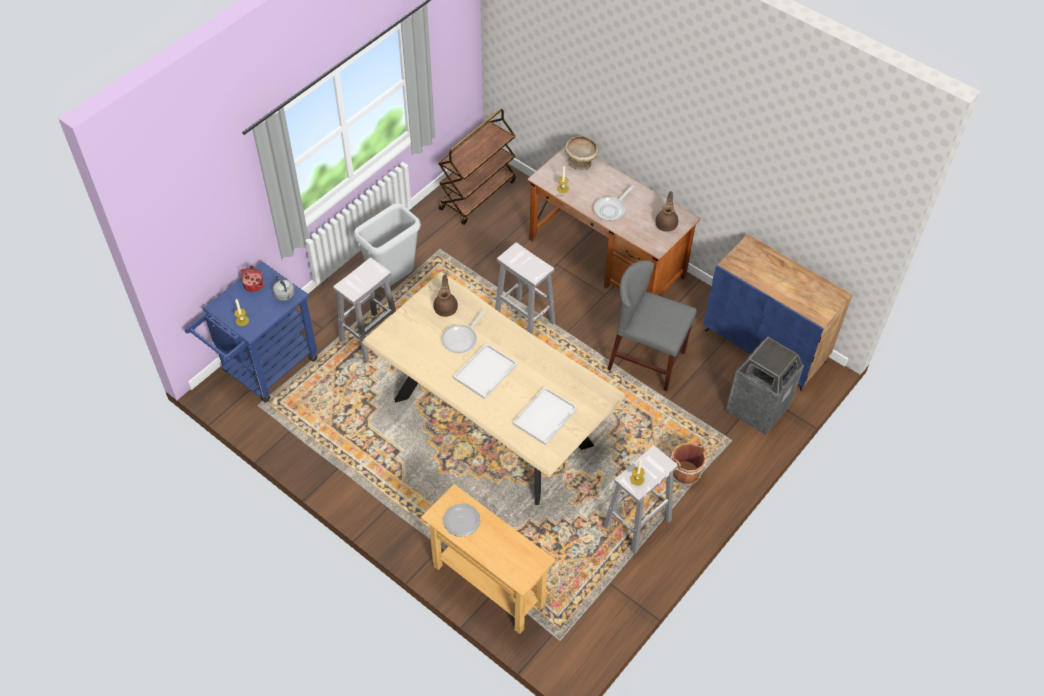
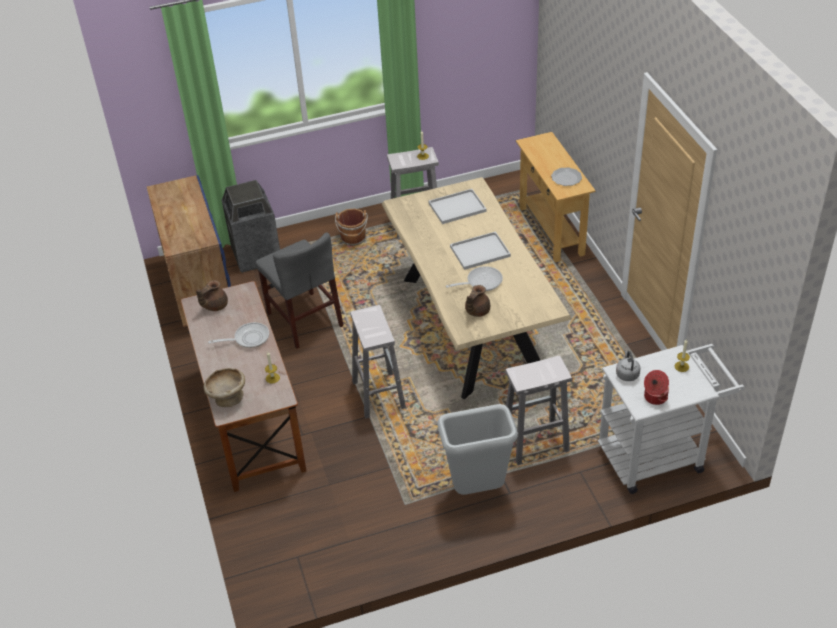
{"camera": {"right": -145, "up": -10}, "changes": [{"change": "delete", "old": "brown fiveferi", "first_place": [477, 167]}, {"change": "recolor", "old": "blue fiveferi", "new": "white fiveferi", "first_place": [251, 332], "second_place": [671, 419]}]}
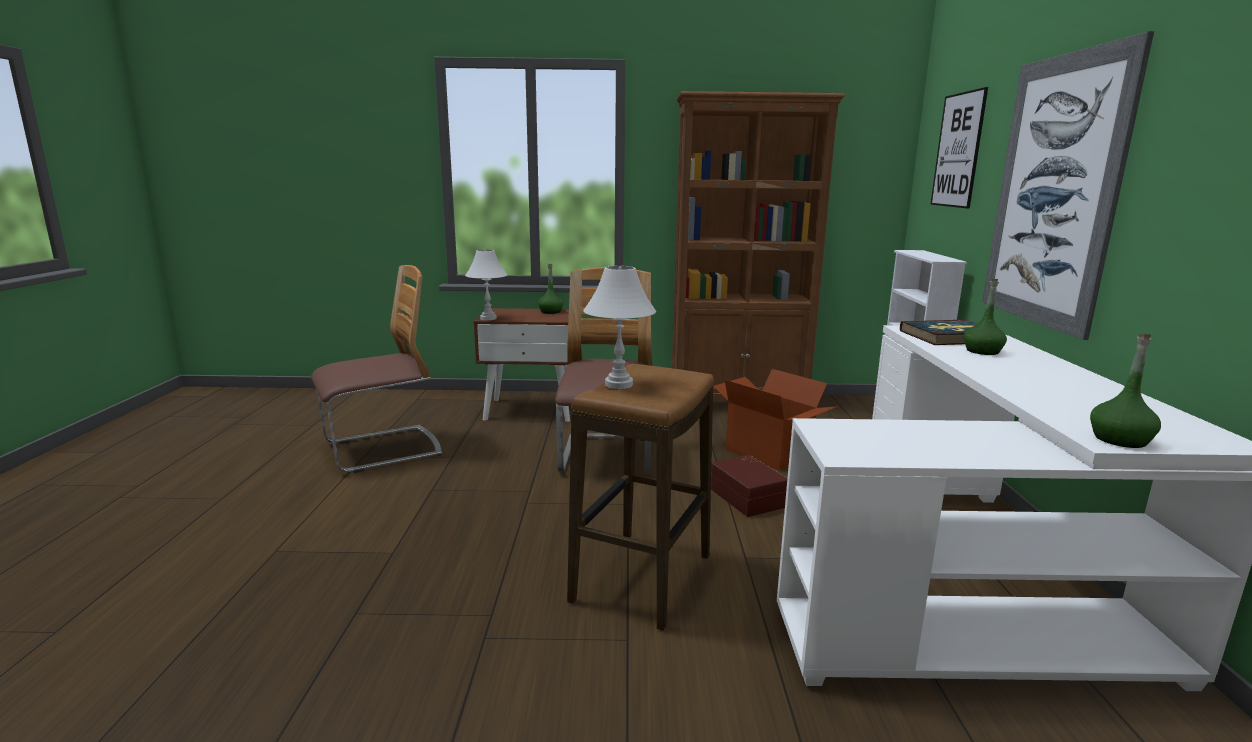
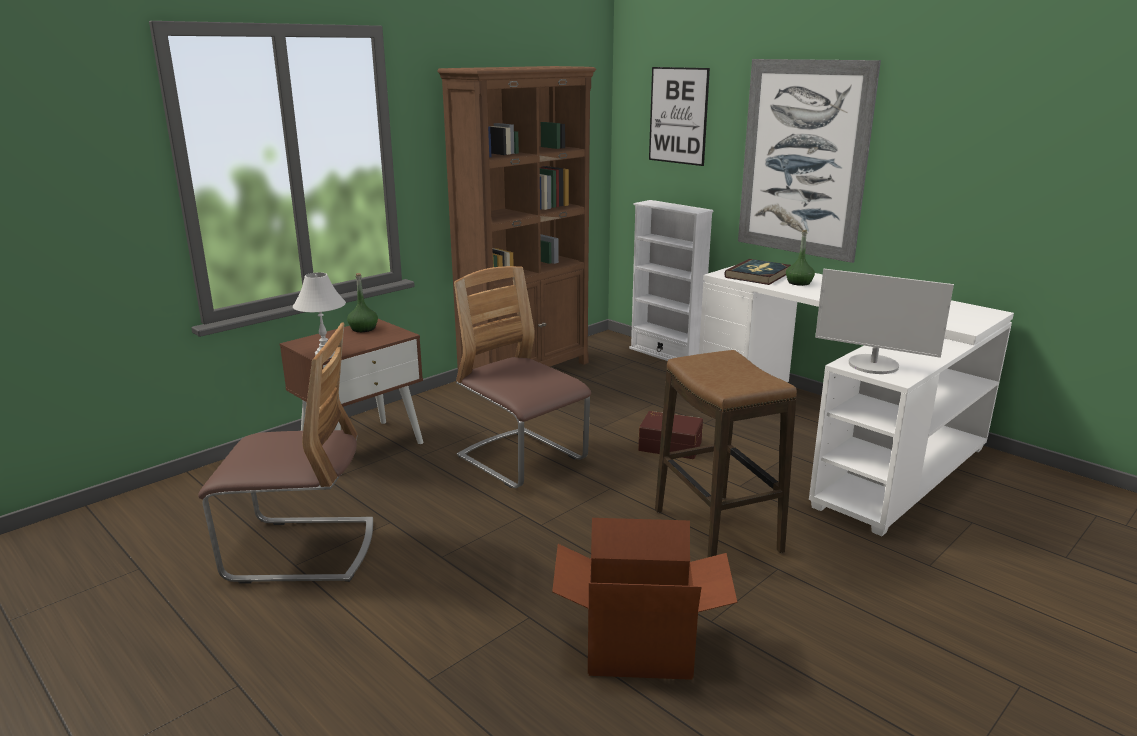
{"camera": {"right": -45, "up": 5}, "changes": [{"change": "rotate", "old": "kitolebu", "first_place": [376, 369], "second_place": [285, 453], "degrees": 75}, {"change": "delete", "old": "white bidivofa", "first_place": [619, 327]}, {"change": "delete", "old": "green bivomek", "first_place": [1125, 391]}, {"change": "move", "old": "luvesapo", "first_place": [775, 420], "second_place": [645, 599]}, {"change": "insert", "new": "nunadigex", "second_place": [884, 321]}]}
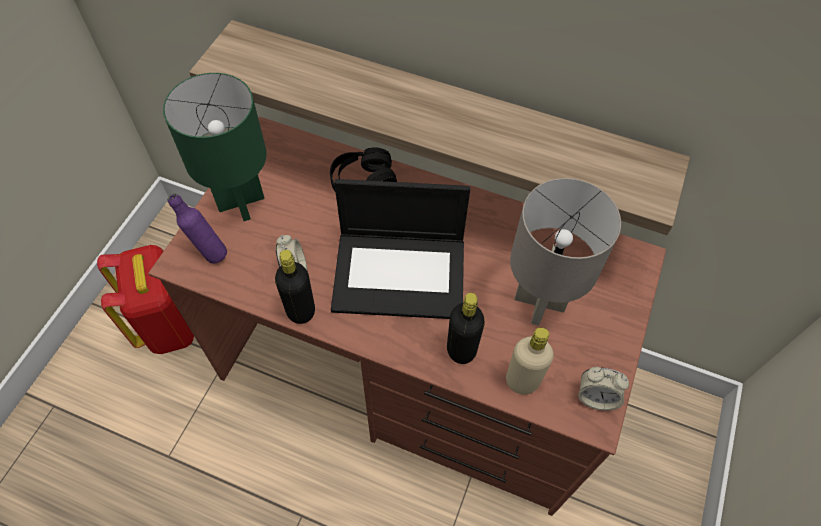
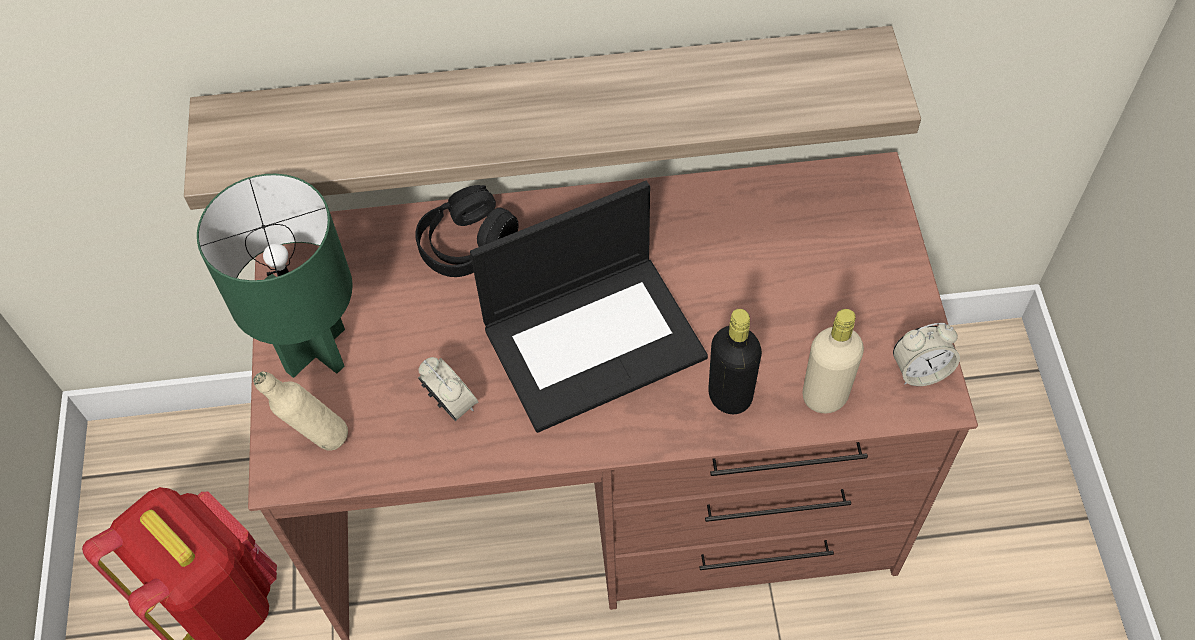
{"camera": {"right": -25, "up": 0}, "changes": [{"change": "delete", "old": "grey bidivofa", "first_place": [565, 252]}, {"change": "recolor", "old": "purple bivomek", "new": "beige bivomek", "first_place": [197, 229], "second_place": [300, 411]}, {"change": "delete", "old": "black bivomek", "first_place": [295, 287]}]}
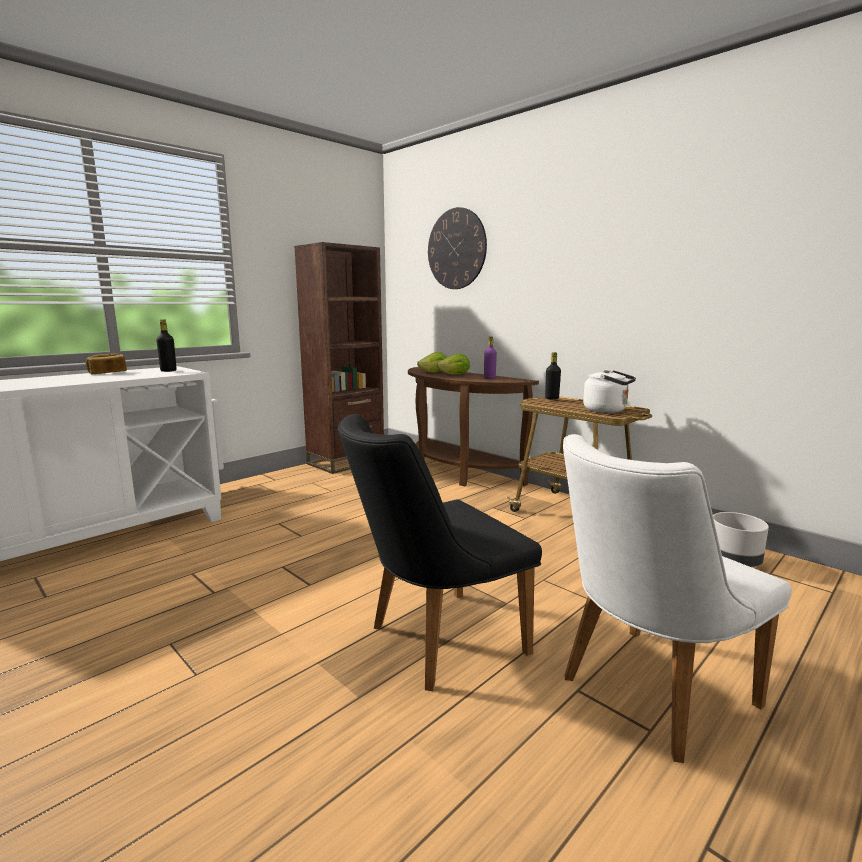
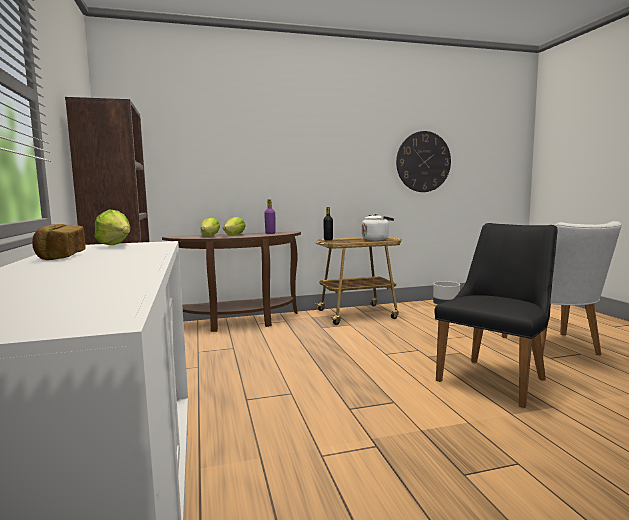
{"camera": {"right": -60, "up": -5}, "changes": [{"change": "move", "old": "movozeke", "first_place": [457, 248], "second_place": [423, 161]}, {"change": "replace", "old": "black bivomek", "new": "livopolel", "first_place": [166, 345], "second_place": [112, 227]}, {"change": "rotate", "old": "black kitolebu", "first_place": [440, 552], "second_place": [495, 315], "degrees": -135}]}
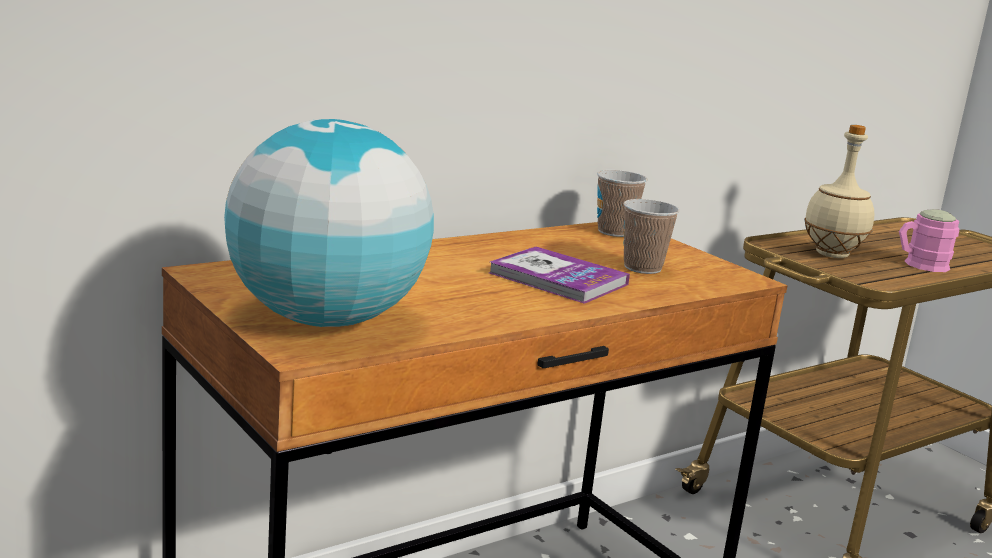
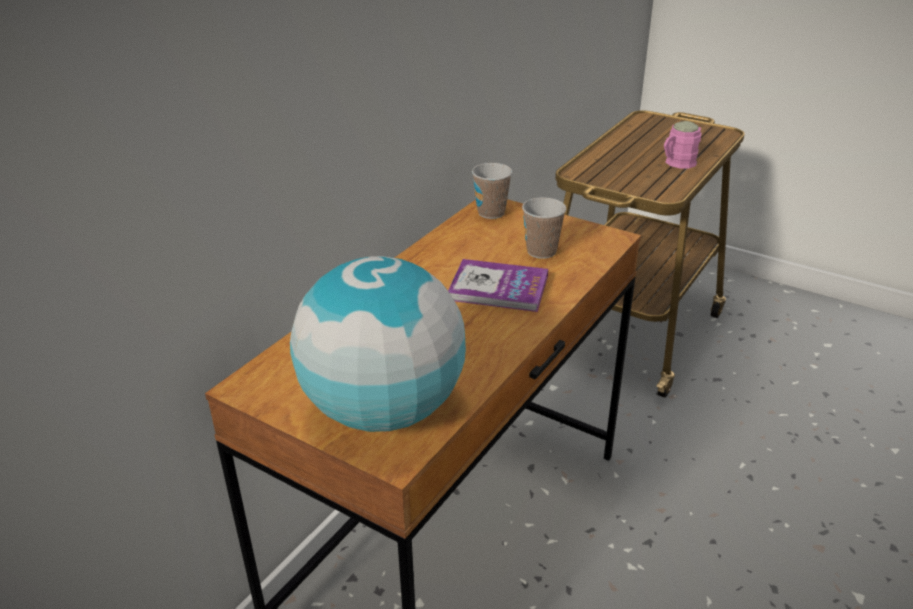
{"camera": {"right": -20, "up": 15}, "changes": [{"change": "delete", "old": "beige bivomek", "first_place": [839, 191]}]}
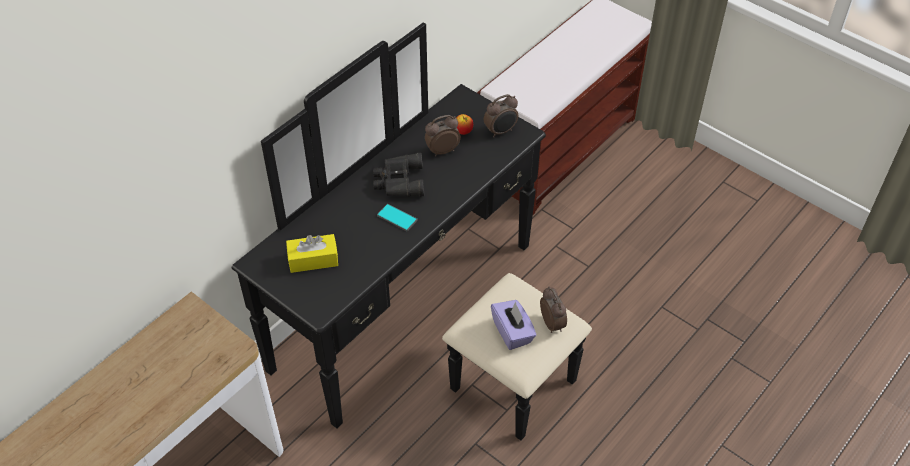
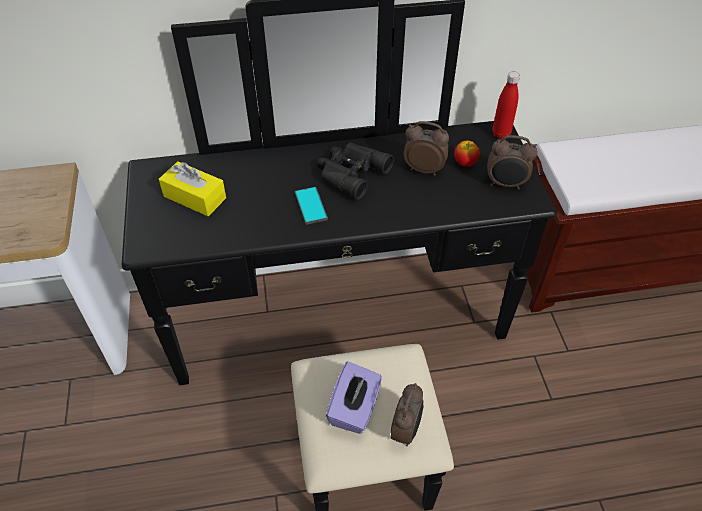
{"camera": {"right": 40, "up": 0}, "changes": [{"change": "insert", "new": "red bivomek", "second_place": [506, 105]}]}
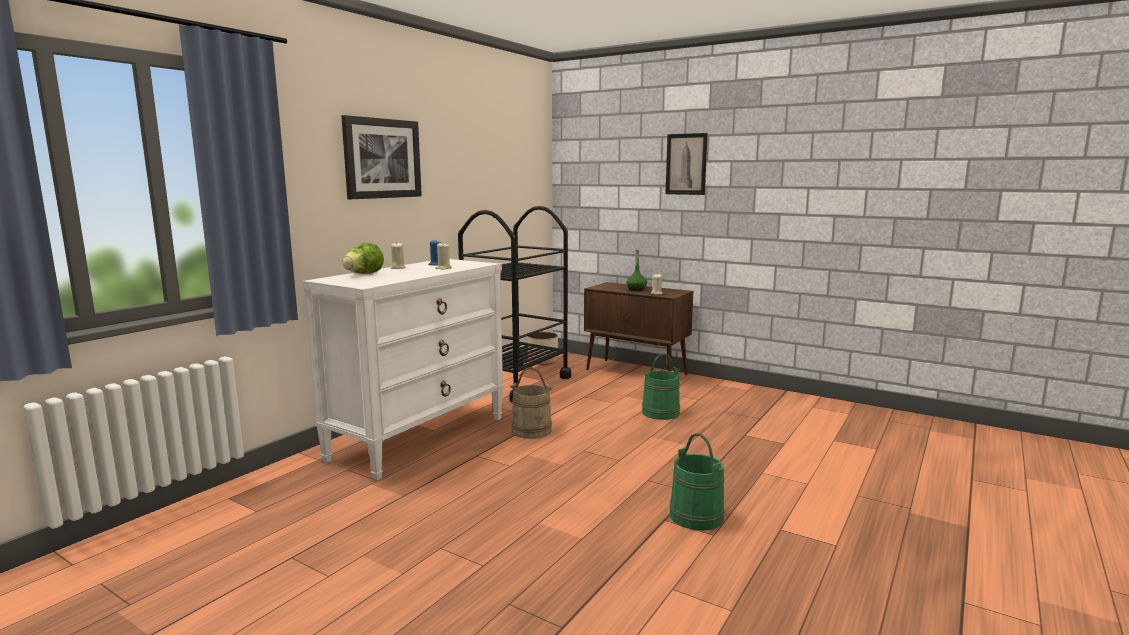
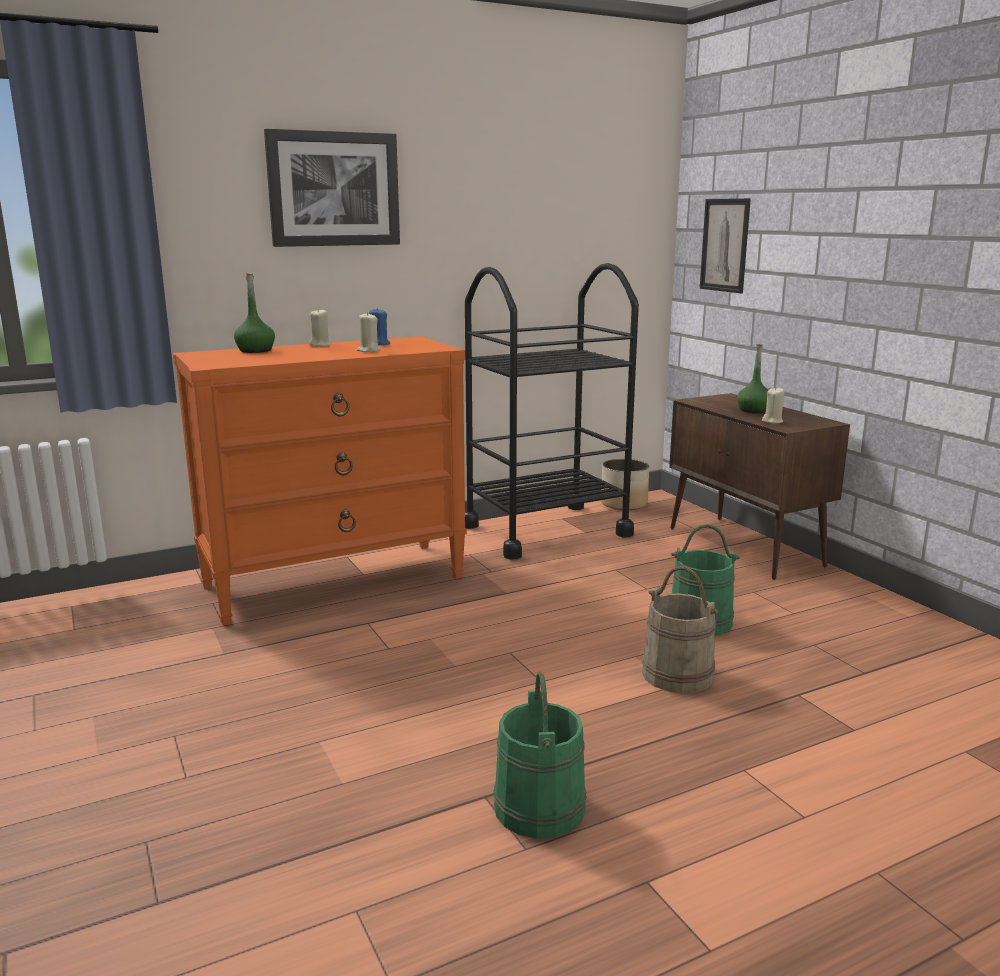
{"camera": {"right": 30, "up": 5}, "changes": [{"change": "move", "old": "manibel", "first_place": [686, 164], "second_place": [725, 245]}, {"change": "replace", "old": "livopolel", "new": "green bivomek", "first_place": [363, 258], "second_place": [254, 313]}, {"change": "recolor", "old": "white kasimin", "new": "orange kasimin", "first_place": [403, 370], "second_place": [320, 481]}, {"change": "move", "old": "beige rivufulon", "first_place": [531, 403], "second_place": [680, 629]}]}
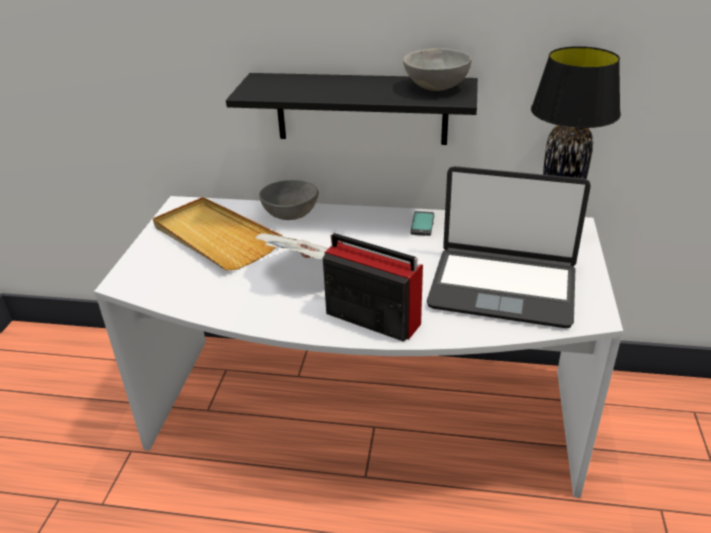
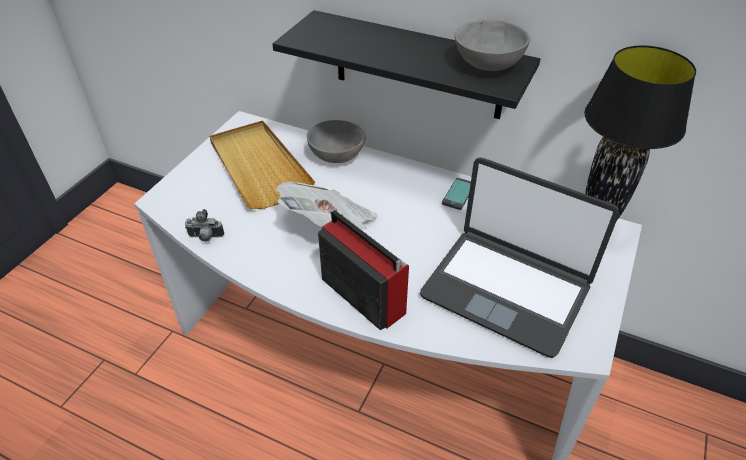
{"camera": {"right": 15, "up": 10}, "changes": [{"change": "insert", "new": "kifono", "second_place": [204, 225]}]}
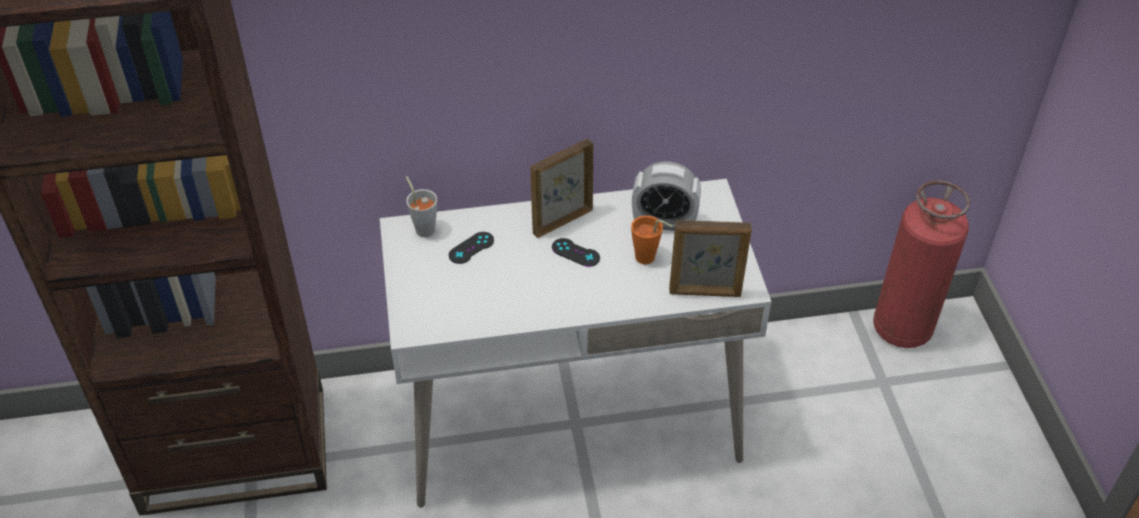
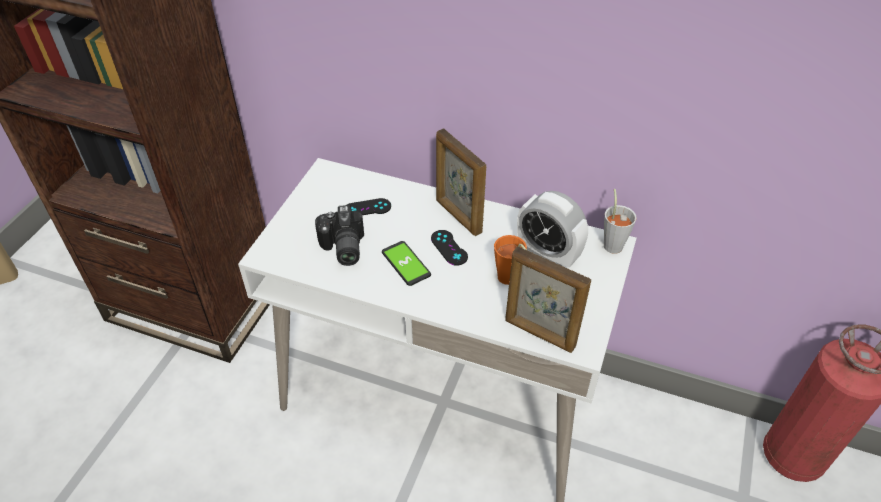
{"camera": {"right": 30, "up": 0}, "changes": [{"change": "rotate", "old": "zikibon", "first_place": [562, 188], "second_place": [461, 182], "degrees": -120}, {"change": "move", "old": "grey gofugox", "first_place": [421, 206], "second_place": [620, 221]}, {"change": "insert", "new": "kifono", "second_place": [339, 235]}, {"change": "insert", "new": "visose", "second_place": [406, 263]}]}
